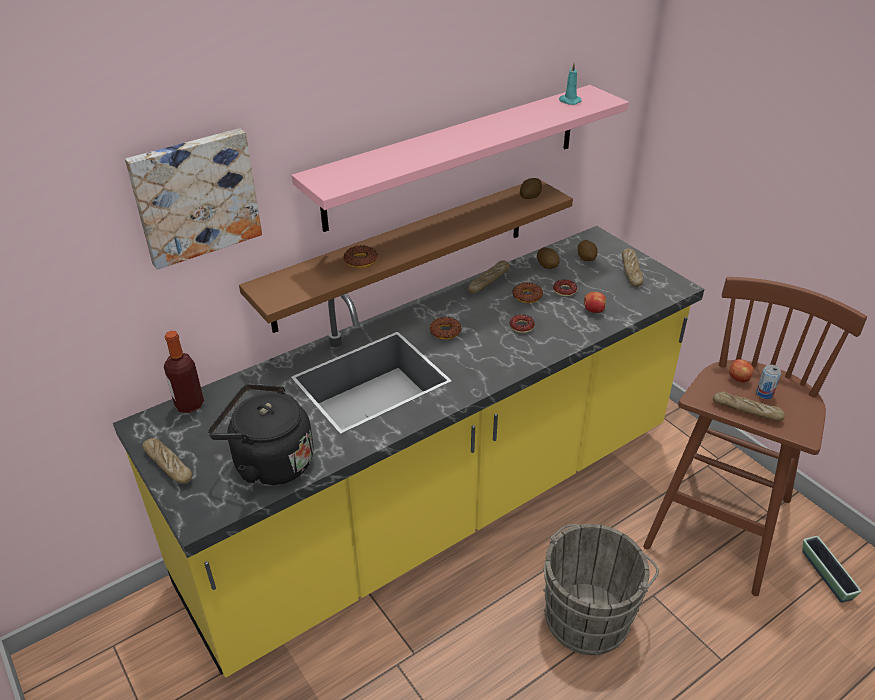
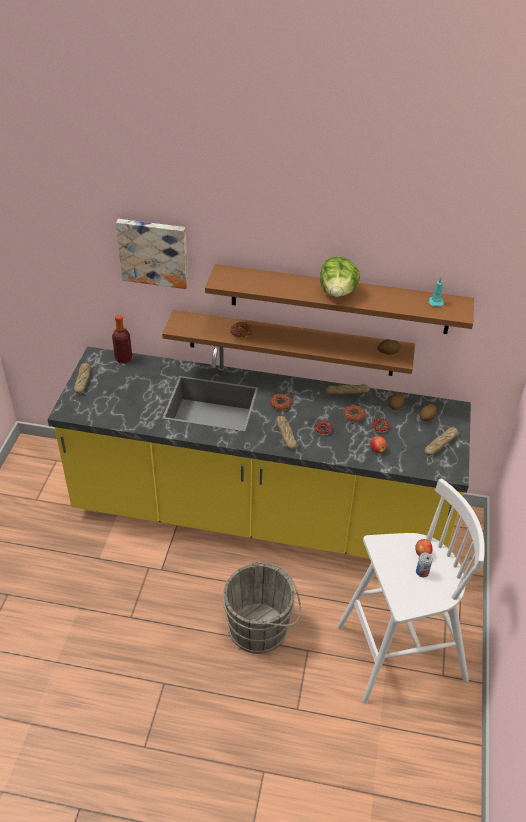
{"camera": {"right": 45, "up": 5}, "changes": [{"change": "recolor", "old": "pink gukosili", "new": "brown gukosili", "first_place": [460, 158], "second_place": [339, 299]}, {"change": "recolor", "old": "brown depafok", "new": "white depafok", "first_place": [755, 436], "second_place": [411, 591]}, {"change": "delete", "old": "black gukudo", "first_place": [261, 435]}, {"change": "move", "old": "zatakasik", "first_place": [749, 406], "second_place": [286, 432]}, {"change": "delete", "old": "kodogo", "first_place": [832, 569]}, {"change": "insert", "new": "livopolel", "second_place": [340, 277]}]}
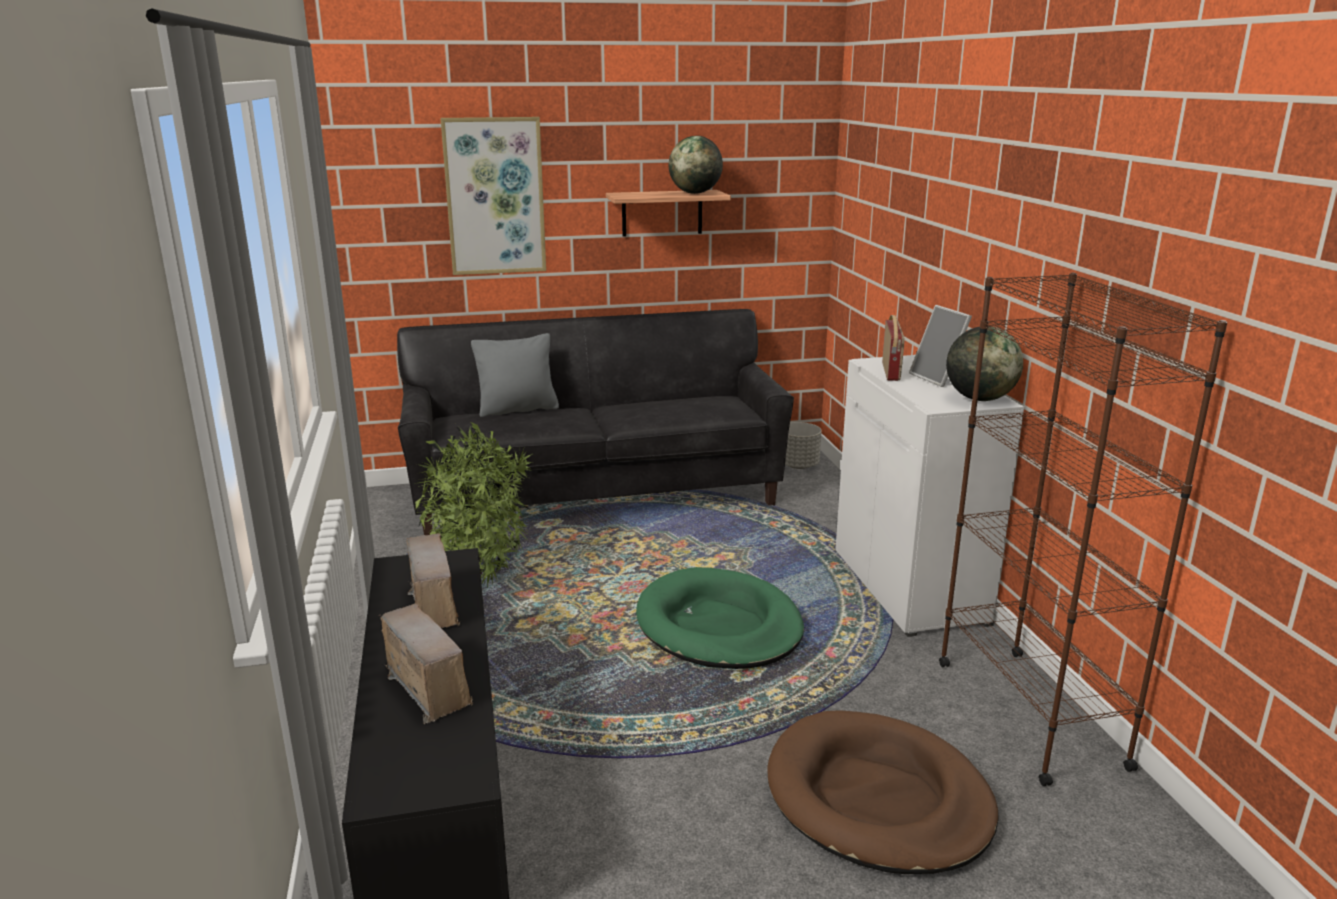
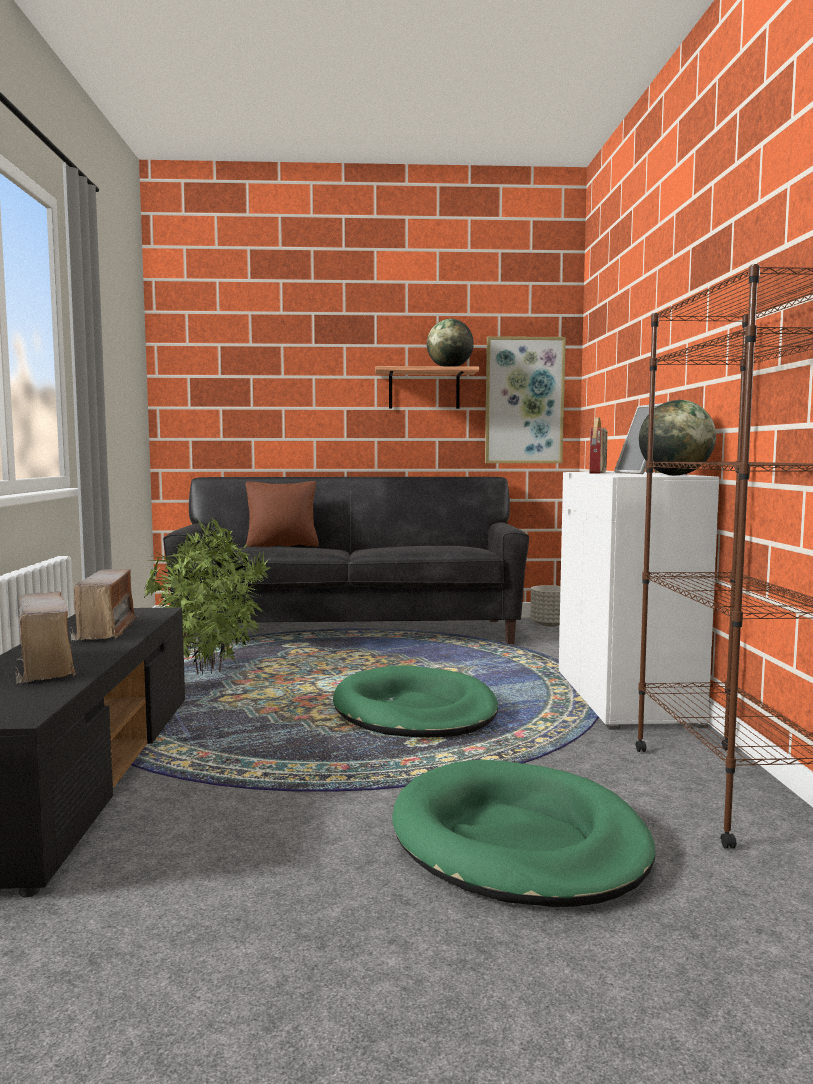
{"camera": {"right": 10, "up": -15}, "changes": [{"change": "move", "old": "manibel", "first_place": [493, 196], "second_place": [525, 399]}, {"change": "recolor", "old": "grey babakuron", "new": "brown babakuron", "first_place": [515, 375], "second_place": [282, 514]}, {"change": "recolor", "old": "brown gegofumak", "new": "green gegofumak", "first_place": [883, 792], "second_place": [523, 833]}]}
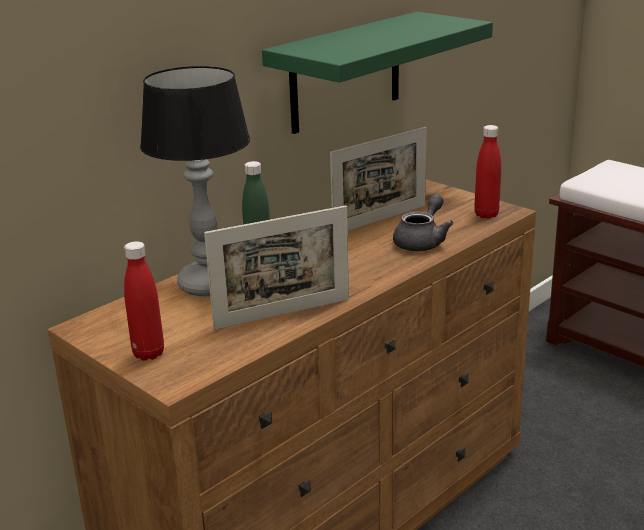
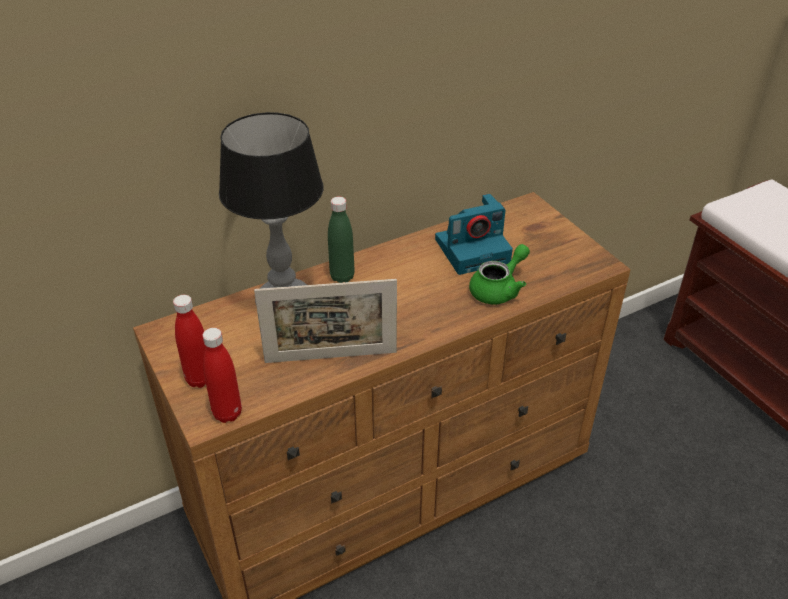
{"camera": {"right": 15, "up": 15}, "changes": [{"change": "delete", "old": "green gukosili", "first_place": [377, 73]}, {"change": "move", "old": "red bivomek", "first_place": [487, 172], "second_place": [222, 375]}, {"change": "replace", "old": "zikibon", "new": "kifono", "first_place": [378, 179], "second_place": [474, 234]}, {"change": "recolor", "old": "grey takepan", "new": "green takepan", "first_place": [423, 222], "second_place": [499, 274]}]}
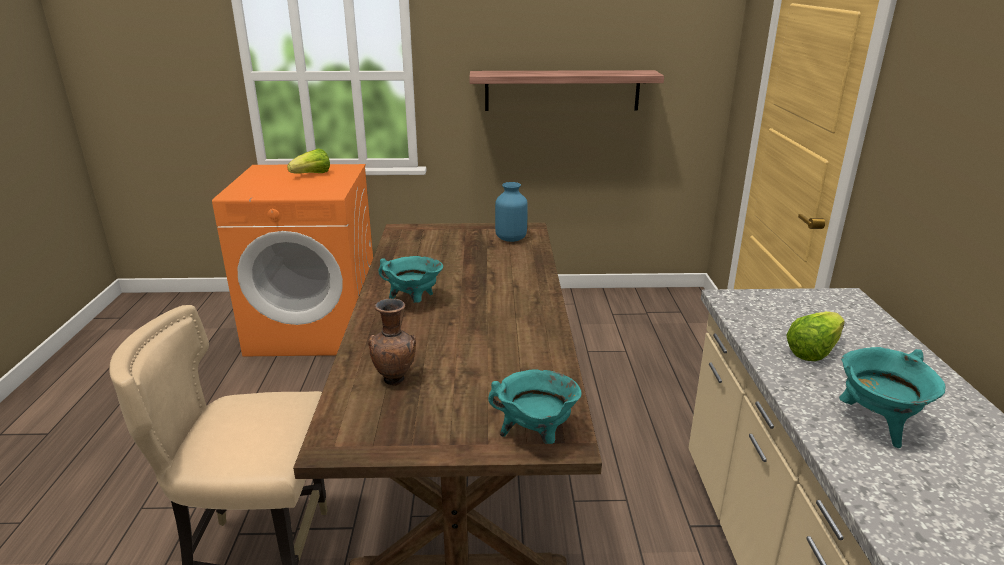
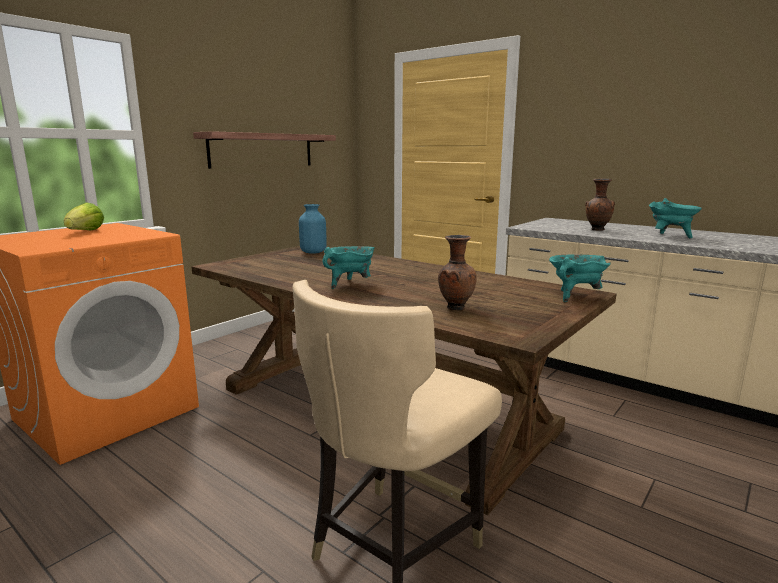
{"camera": {"right": -50, "up": -10}, "changes": [{"change": "replace", "old": "livopolel", "new": "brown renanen", "first_place": [815, 336], "second_place": [600, 205]}]}
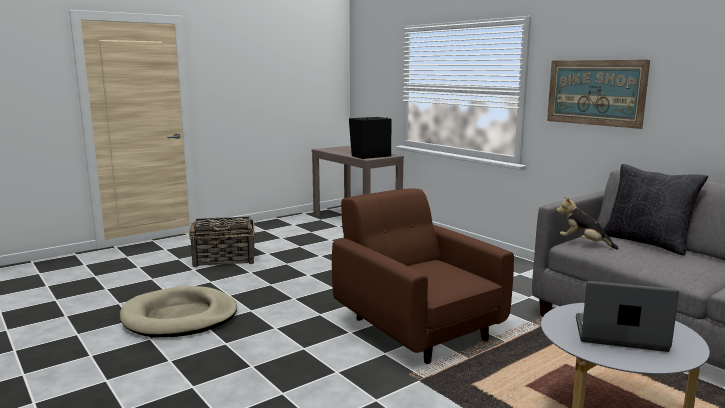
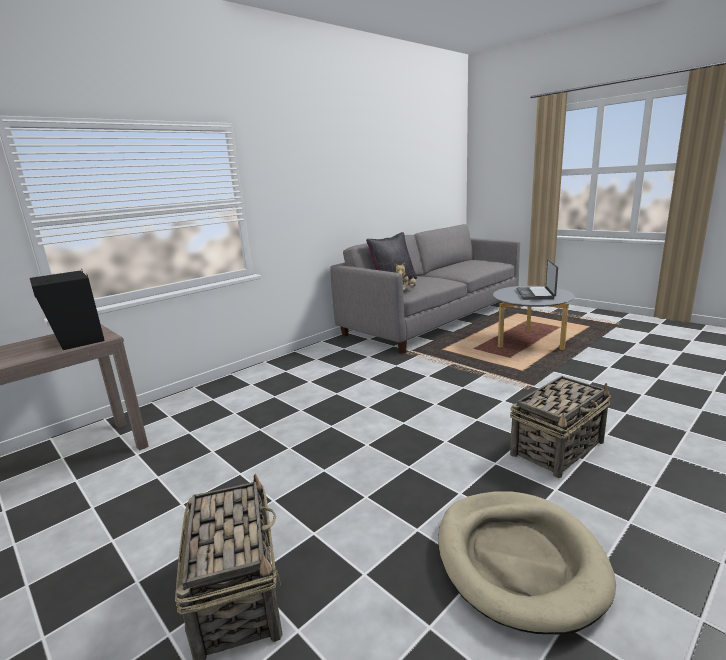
{"camera": {"right": -95, "up": 5}, "changes": [{"change": "delete", "old": "manibel", "first_place": [598, 94]}, {"change": "delete", "old": "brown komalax", "first_place": [423, 276]}, {"change": "insert", "new": "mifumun", "second_place": [560, 427]}]}
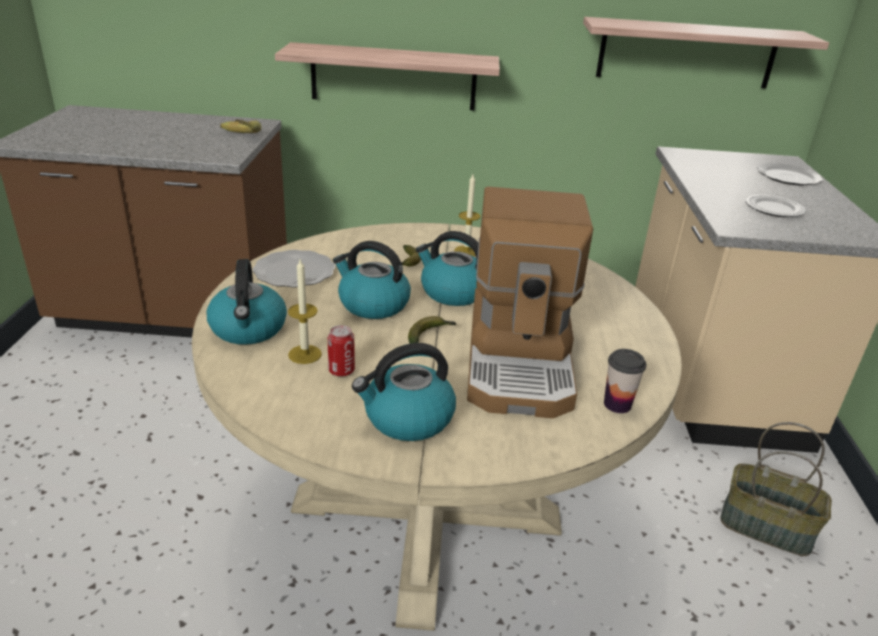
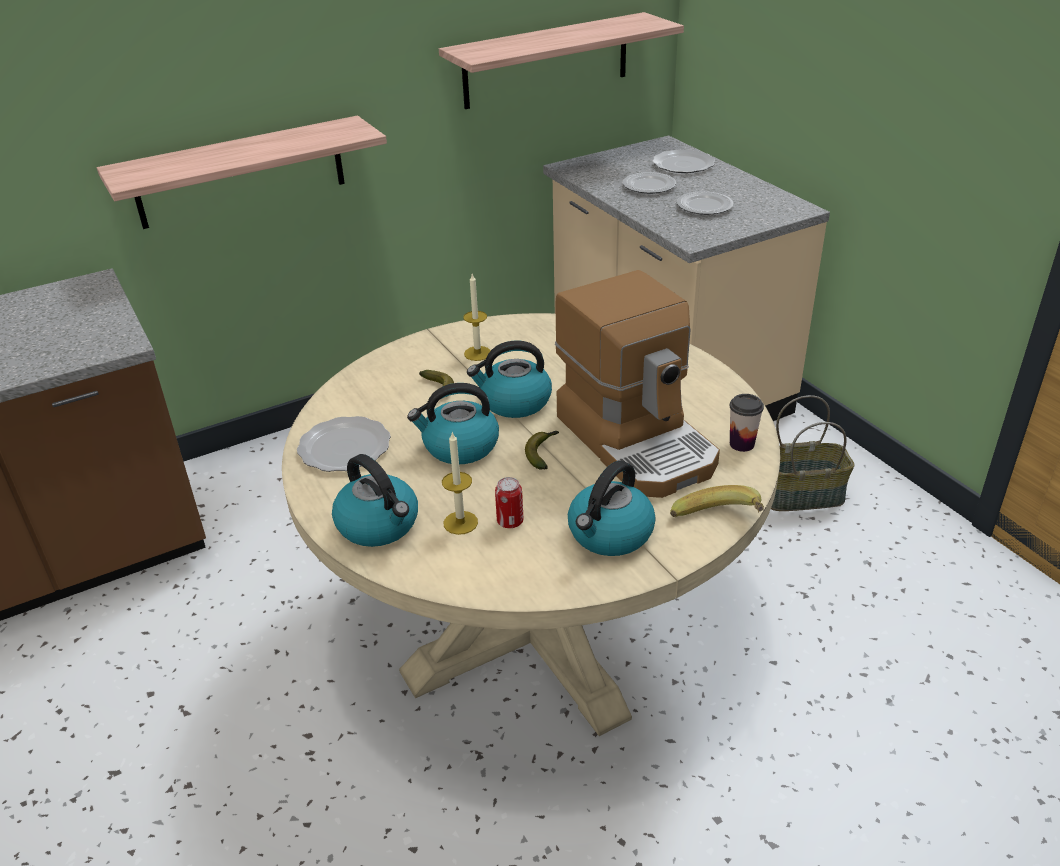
{"camera": {"right": -30, "up": 5}, "changes": [{"change": "move", "old": "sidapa", "first_place": [240, 126], "second_place": [717, 501]}, {"change": "insert", "new": "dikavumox", "second_place": [649, 183]}]}
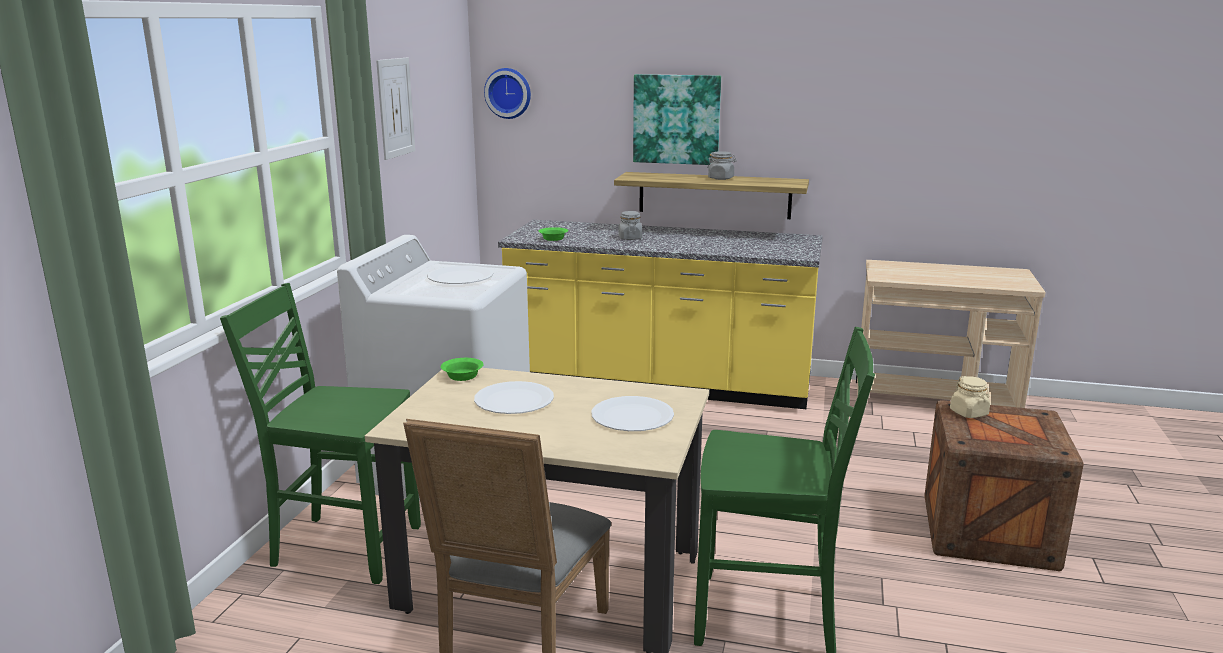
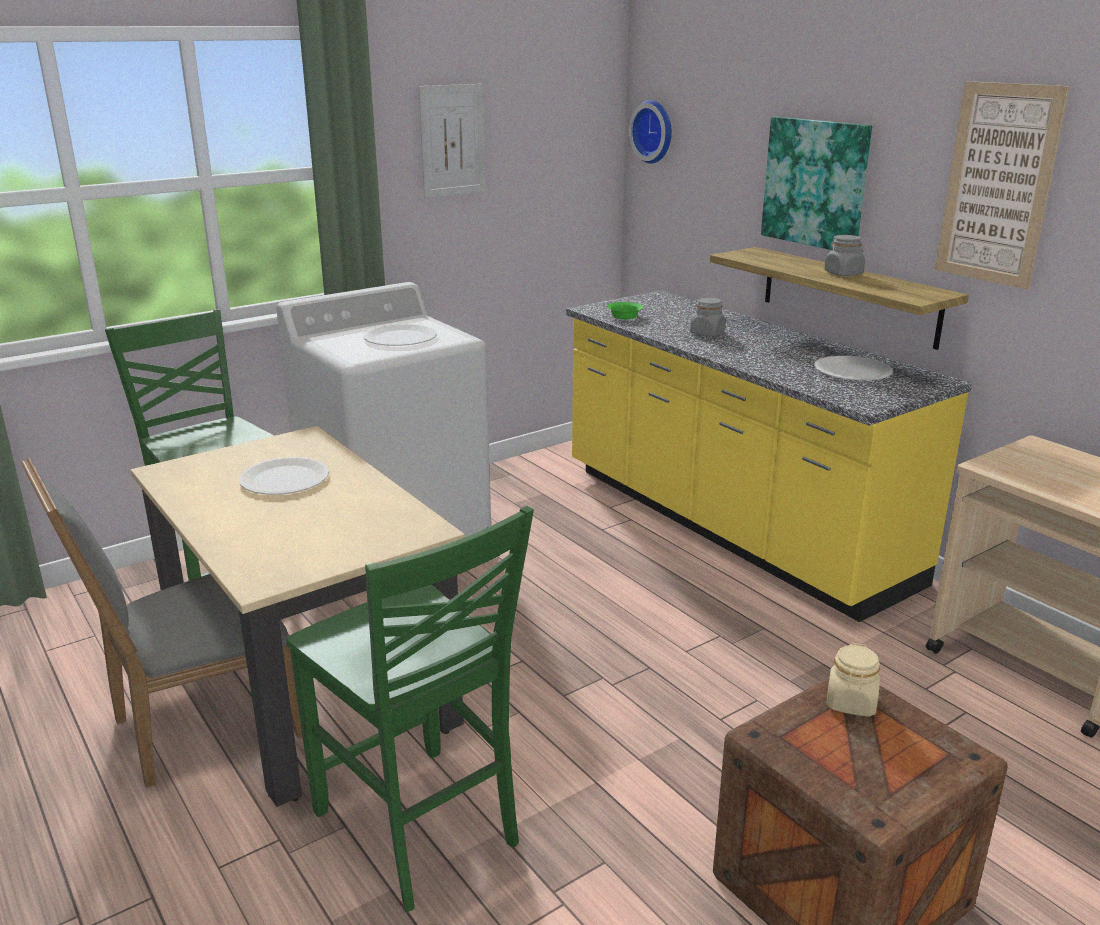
{"camera": {"right": 40, "up": 5}, "changes": [{"change": "delete", "old": "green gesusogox", "first_place": [462, 369]}, {"change": "move", "old": "white dikavumox", "first_place": [632, 413], "second_place": [853, 367]}, {"change": "insert", "new": "manibel", "second_place": [1002, 185]}]}
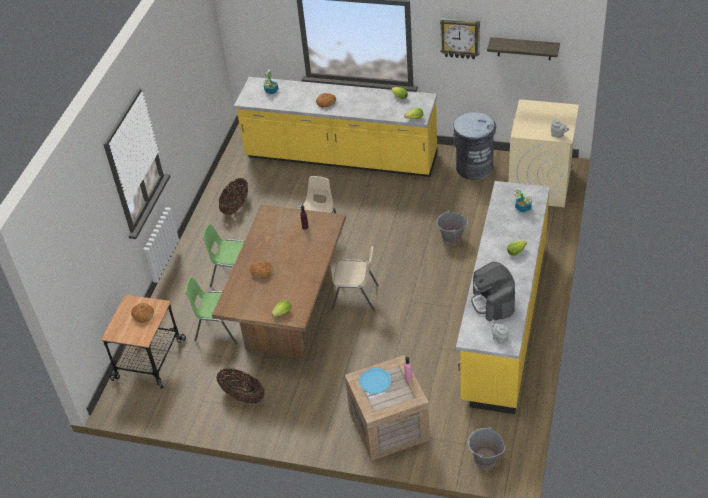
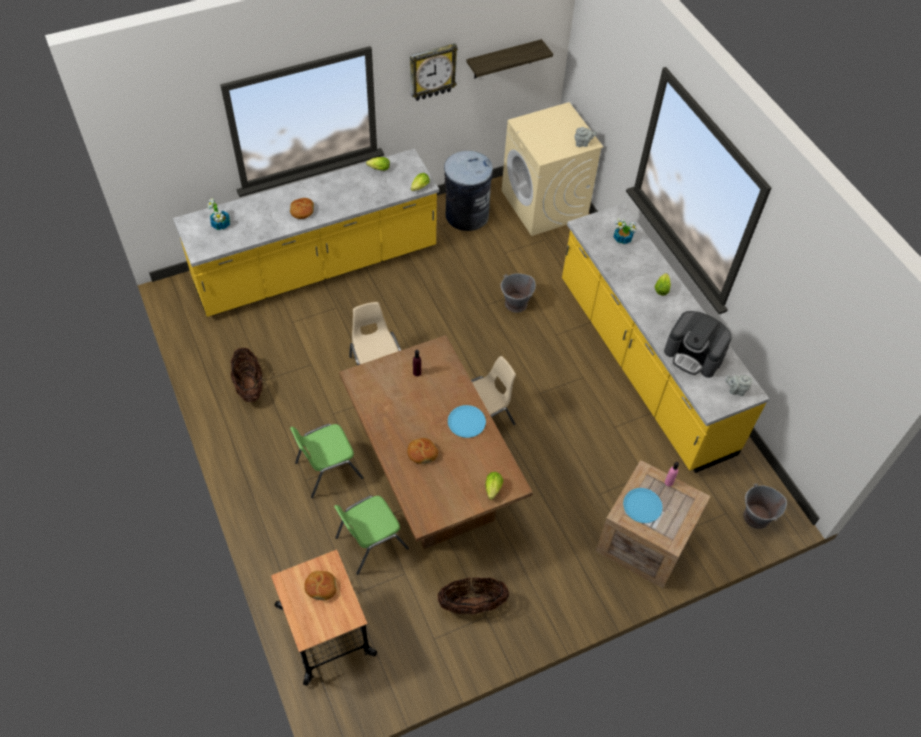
{"camera": {"right": -45, "up": 10}, "changes": [{"change": "insert", "new": "blue dikavumox", "second_place": [467, 421]}]}
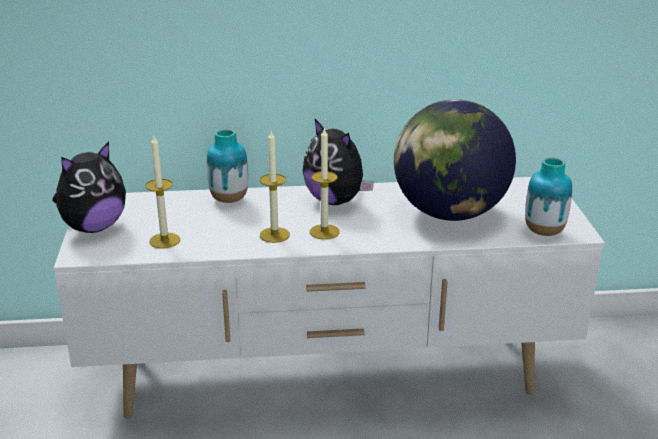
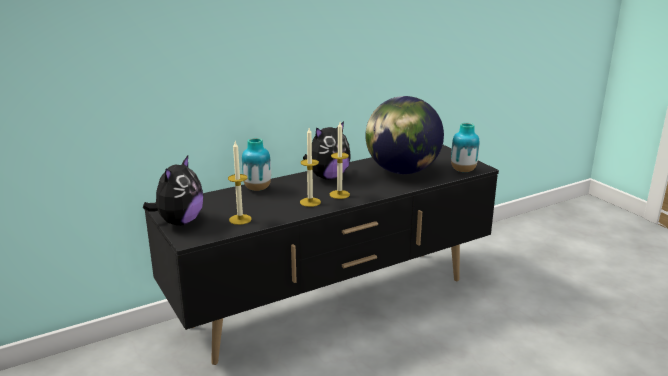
{"camera": {"right": -25, "up": -5}, "changes": [{"change": "rotate", "old": "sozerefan", "first_place": [338, 161], "second_place": [327, 150], "degrees": -60}, {"change": "recolor", "old": "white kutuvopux", "new": "black kutuvopux", "first_place": [329, 298], "second_place": [322, 255]}]}
